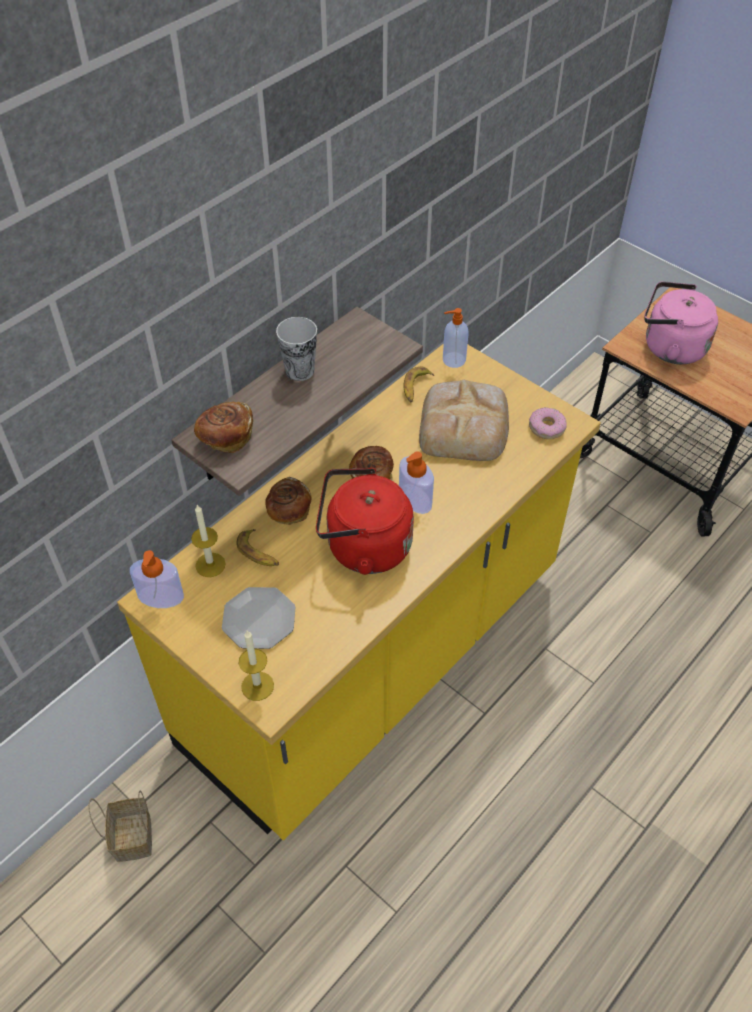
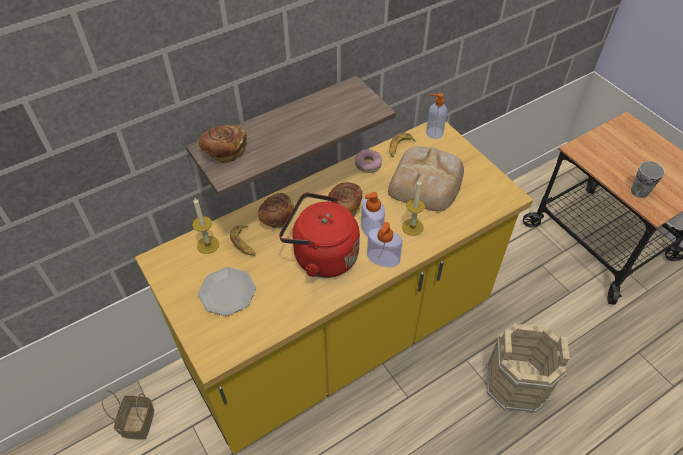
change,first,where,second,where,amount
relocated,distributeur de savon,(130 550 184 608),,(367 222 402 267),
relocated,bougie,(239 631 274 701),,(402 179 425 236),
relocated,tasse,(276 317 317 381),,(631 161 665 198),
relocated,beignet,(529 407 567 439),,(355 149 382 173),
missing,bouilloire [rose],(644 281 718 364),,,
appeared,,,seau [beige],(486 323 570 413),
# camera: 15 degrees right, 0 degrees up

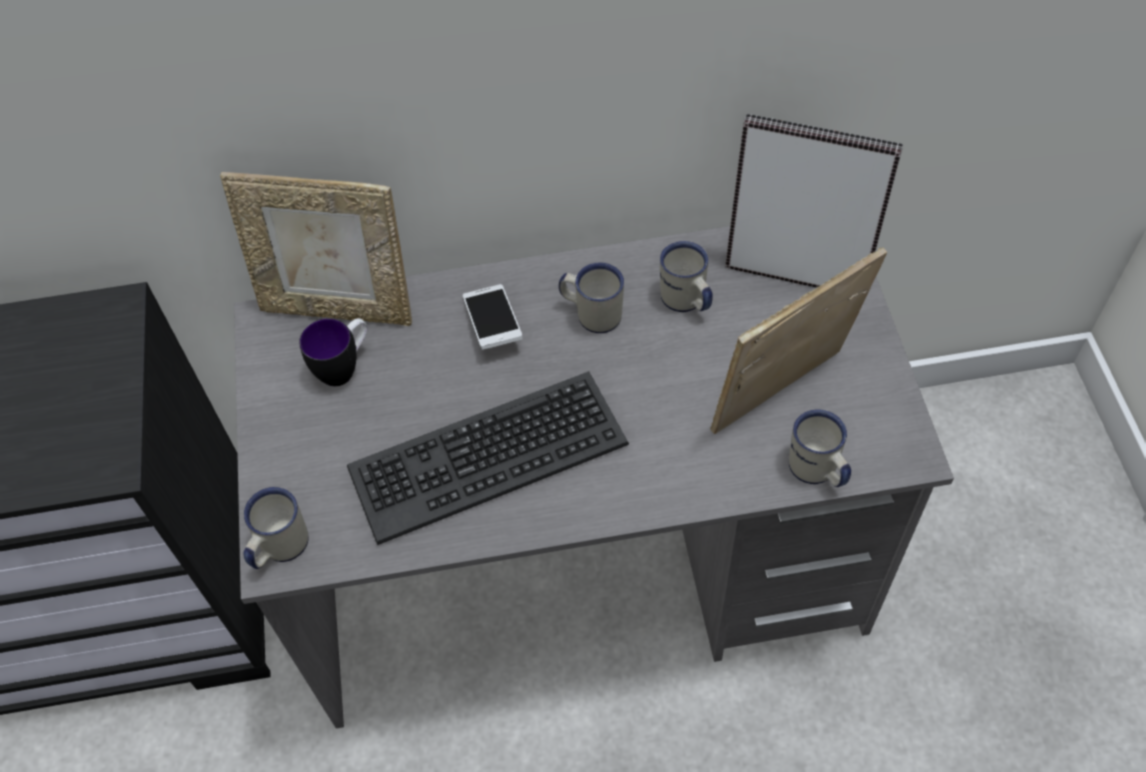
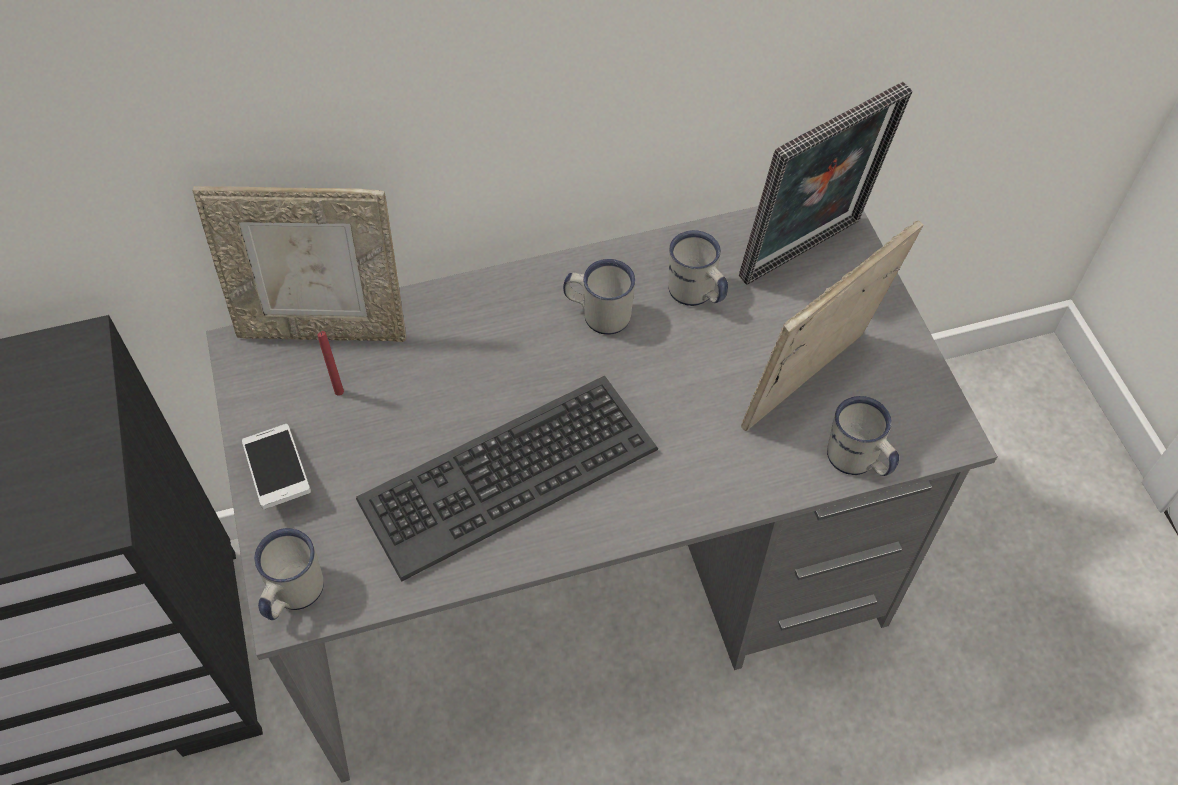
change,first,where,second,where,amount
exchanged,mug,(299 318 368 386),bougie [rouge],(317 331 344 396),
relocated,téléphone,(463 284 523 350),,(242 424 311 509),
spun,cadre photo,(725 114 903 288),,(739 82 912 285),135 degrees clockwise
# camera: 10 degrees left, 0 degrees up

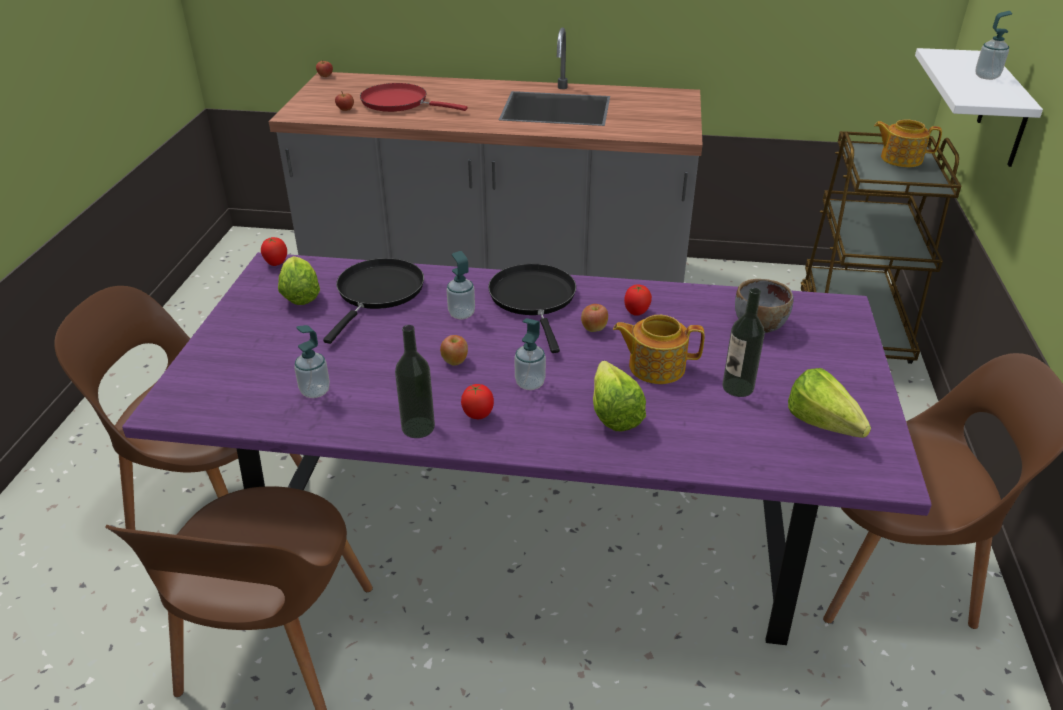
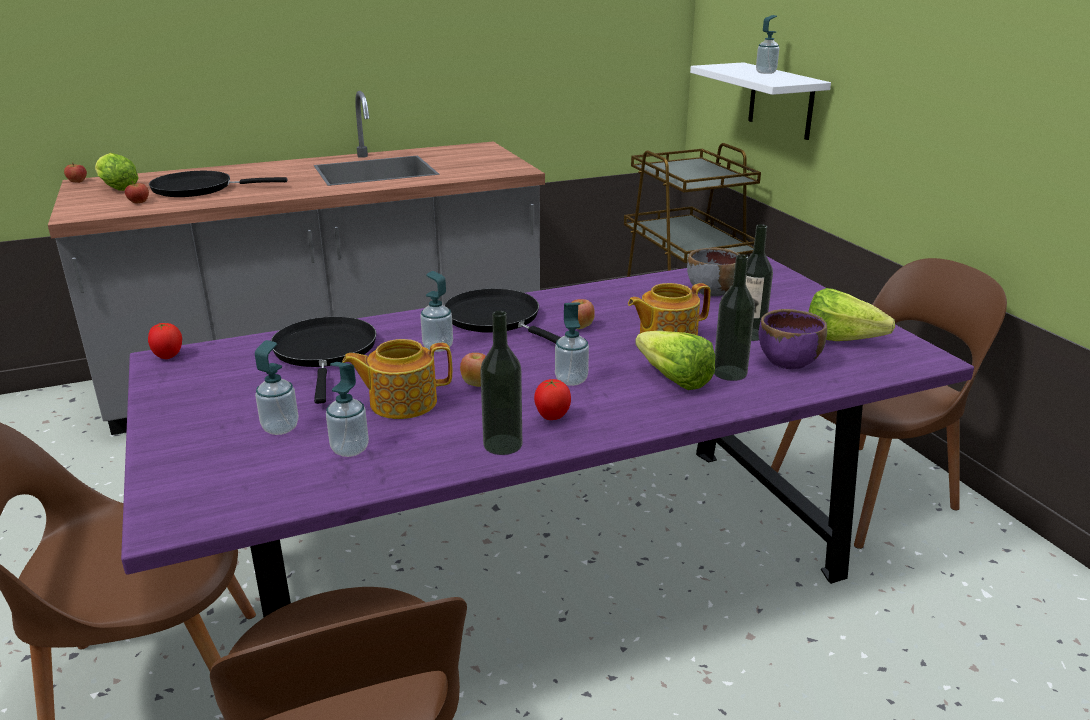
change,first,where,second,where,amount
relocated,laitue,(278 256 320 305),,(95 153 139 191),
colour,poêle [rouge],(360 83 468 112),poêle [noir],(149 171 288 197),
missing,tomate,(624 284 652 316),,,
relocated,théière,(874 119 942 167),,(342 339 452 419),
appeared,,,distributeur de savon,(255 340 298 435),
appeared,,,bouteille,(714 254 755 381),
appeared,,,bol [violet],(758 309 827 369),
# camera: 30 degrees left, 10 degrees down

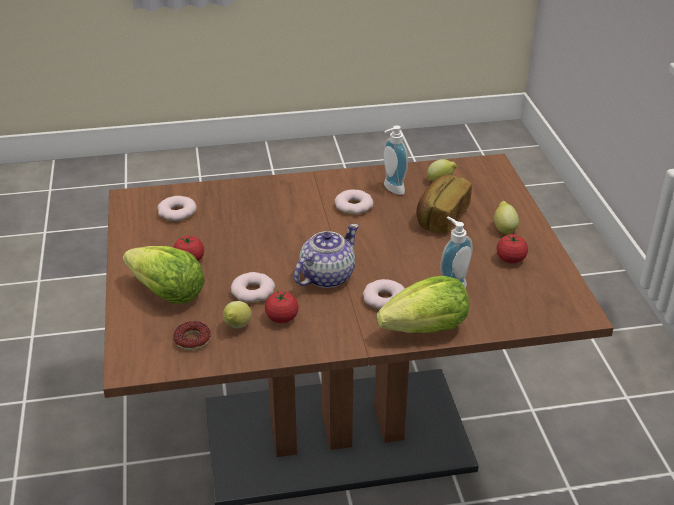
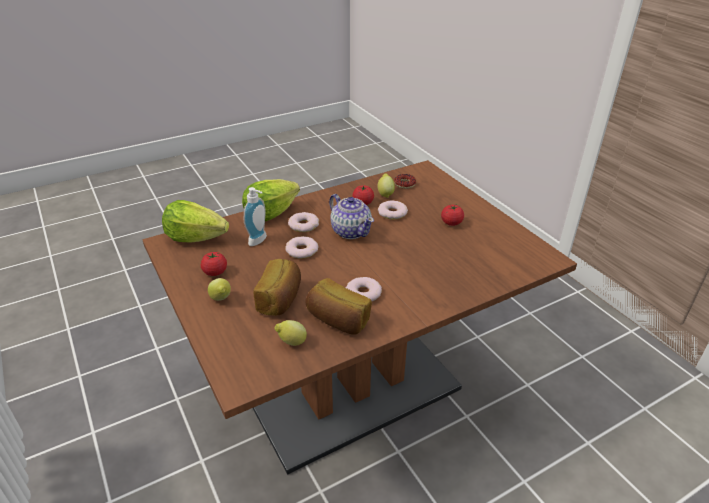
change,first,where,second,where,amount
relocated,laitue,(123 246 205 304),,(162 200 229 243),
relocated,beignet,(157 196 197 221),,(285 236 318 258),
spun,théière,(294 224 359 288),,(329 194 374 239),60 degrees counterclockwise
exchanged,distributeur de savon,(383 126 408 195),pain,(306 278 372 335),
# camera: 160 degrees right, 0 degrees up

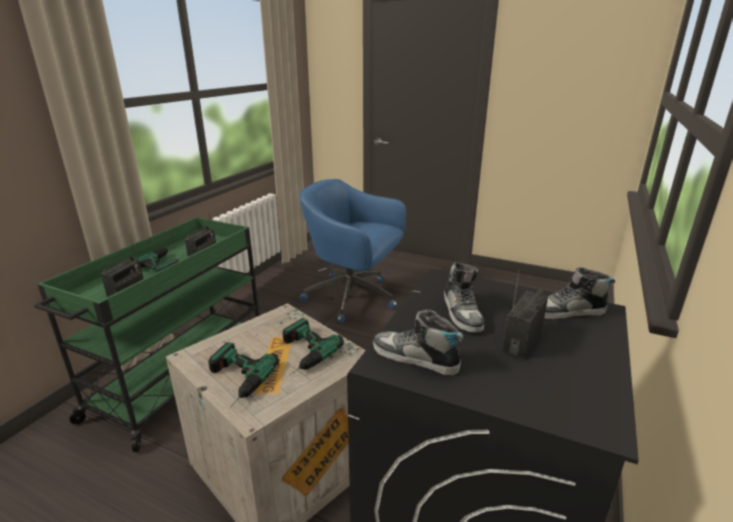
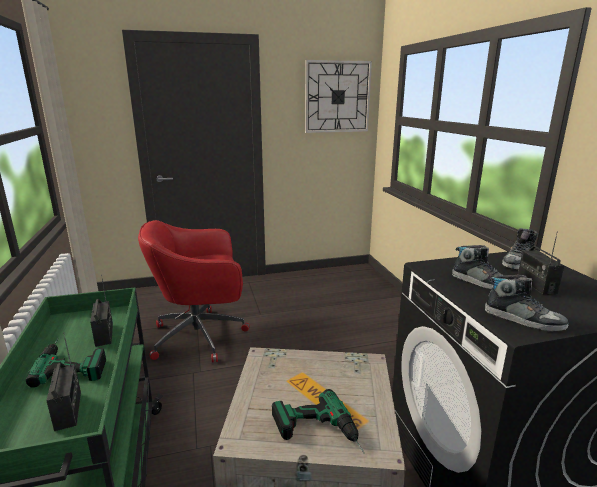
change,first,where,second,where,amount
missing,perceuse,(283 318 344 375),,,
colour,chaise de bureau [bleu],(299 179 406 323),chaise de bureau [rouge],(138 220 250 363),
spun,chaussure,(373 309 464 375),,(485 274 569 332),135 degrees counterclockwise
appeared,,,horloge murale,(305 60 372 133),
# camera: 40 degrees left, 5 degrees down

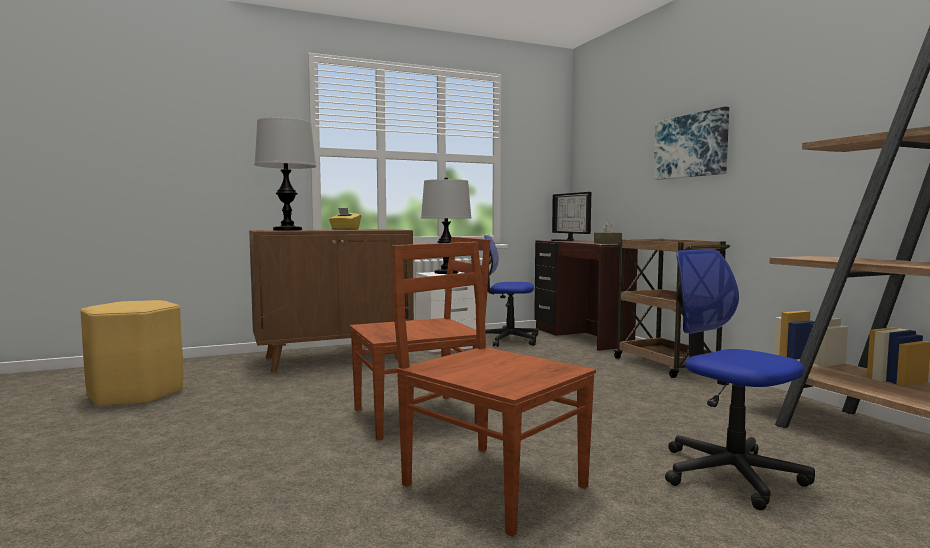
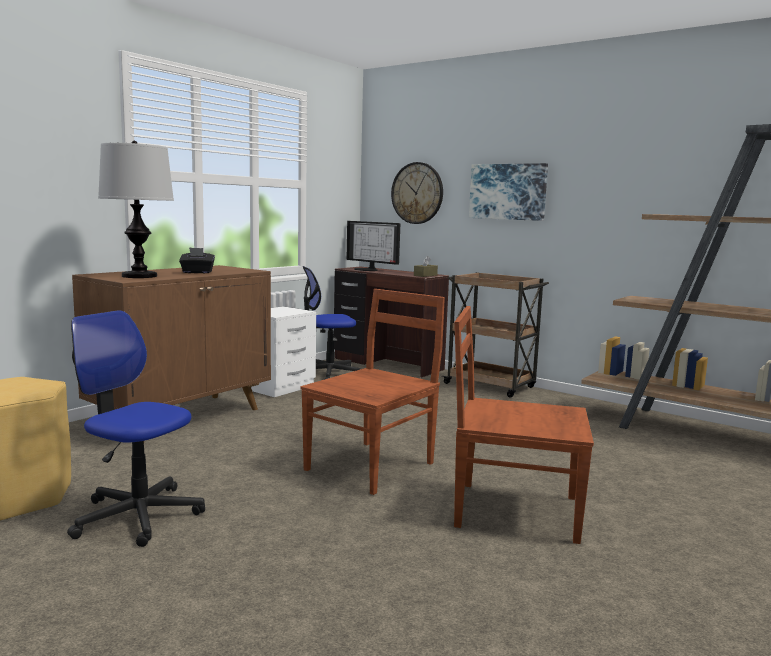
change,first,where,second,where,amount
colour,boîte à mouchoirs [jaune],(329 208 361 230),boîte à mouchoirs [noir],(179 247 215 273),
missing,lampe de table,(421 177 471 274),,,
relocated,chaise de bureau,(665 249 815 510),,(67 310 205 547),
appeared,,,horloge murale,(391 162 443 224),
# camera: 30 degrees left, 5 degrees up

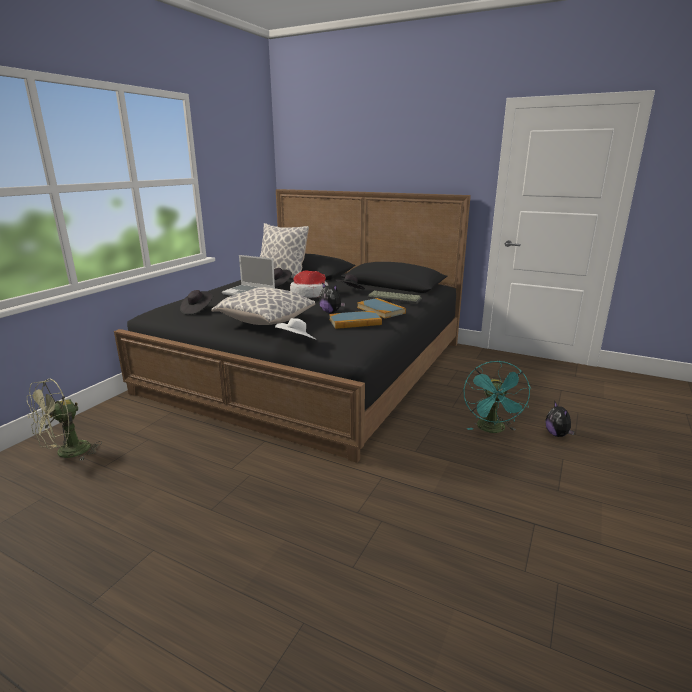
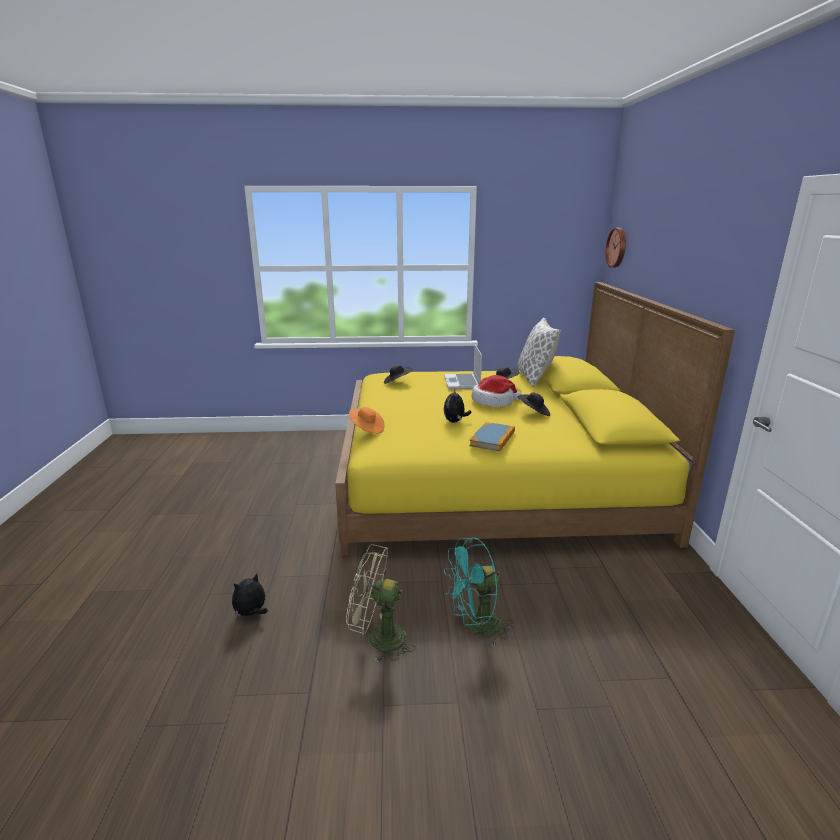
change,first,where,second,where,amount
relocated,ventilateur [vert],(27 379 102 461),,(346 544 416 662),
colour,lit [noir],(114 189 471 463),lit [jaune],(335 282 735 555),
missing,coussin,(211 287 315 325),,,
colour,chapeau [blanc],(275 318 316 339),chapeau [orange],(349 407 385 434),
missing,livre,(329 311 382 329),,,
missing,clavier,(367 291 422 304),,,
relocated,peluche,(546 402 575 437),,(232 573 268 618),
appeared,,,horloge murale,(605 228 626 268),
# camera: 60 degrees right, 0 degrees up

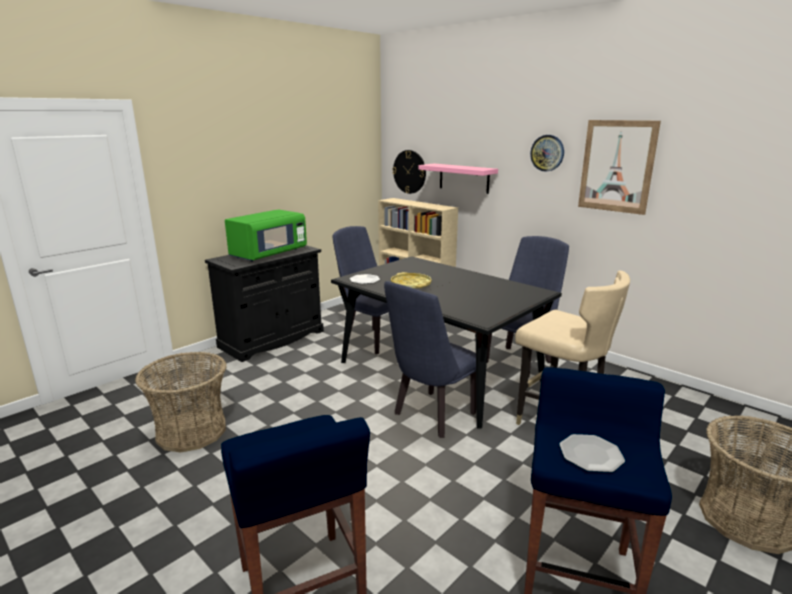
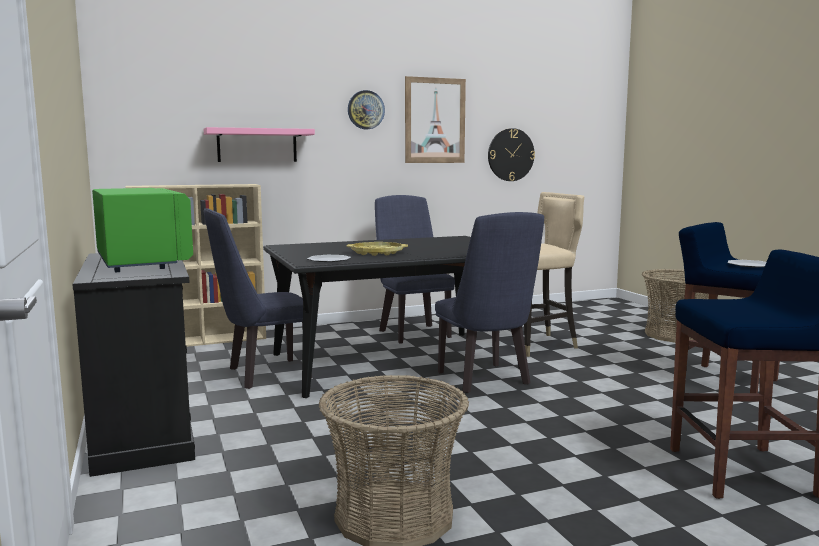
change,first,where,second,where,amount
relocated,horloge murale,(392 150 426 194),,(488 128 535 181),
# camera: 65 degrees left, 10 degrees down

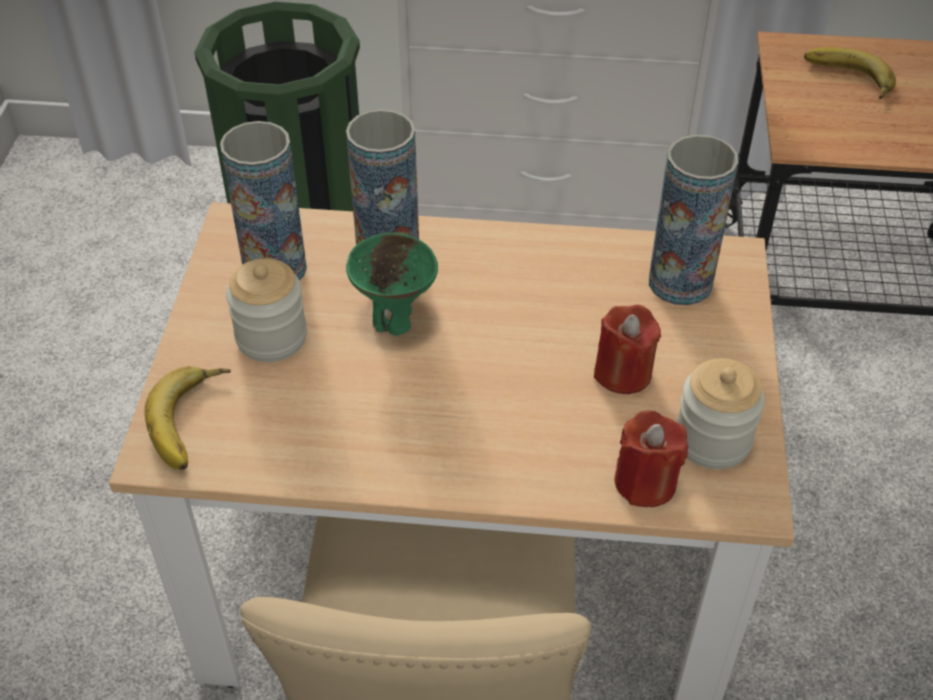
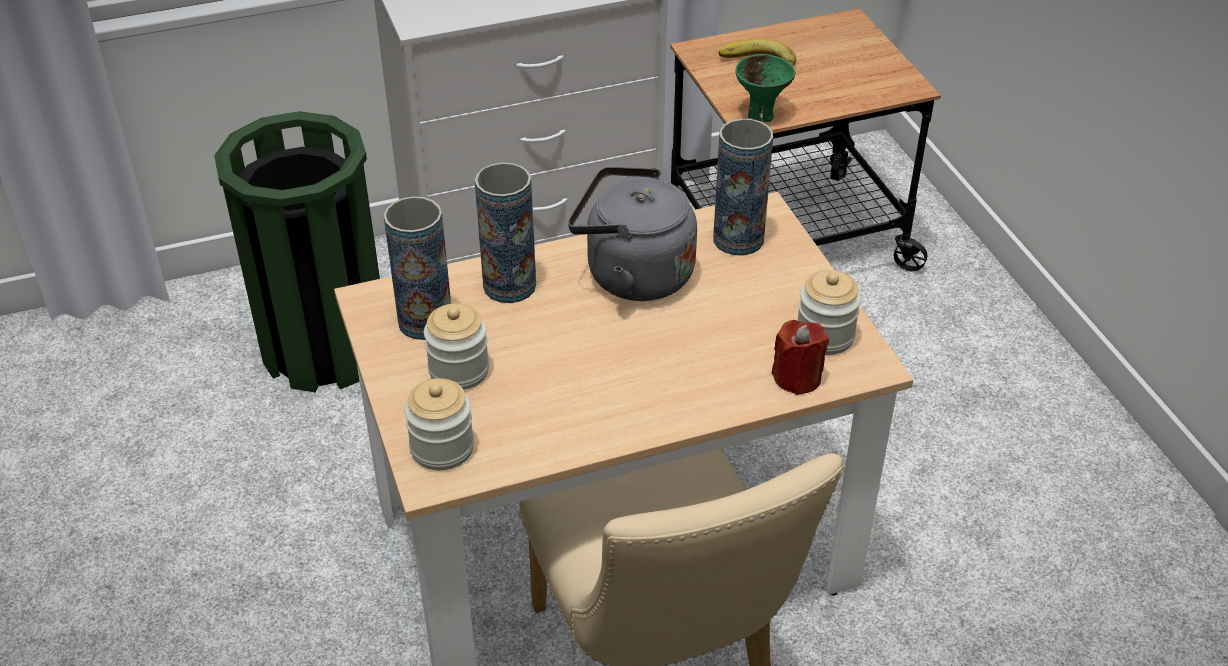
change,first,where,second,where,amount
exchanged,banane,(145 366 231 470),bocal,(404 378 474 470),
relocated,bol [vert],(346 233 438 336),,(735 54 796 122),
missing,bougie [rouge],(594 305 661 394),,,
appeared,,,bouilloire [gris],(568 167 697 301),
# camera: 25 degrees left, 5 degrees down

